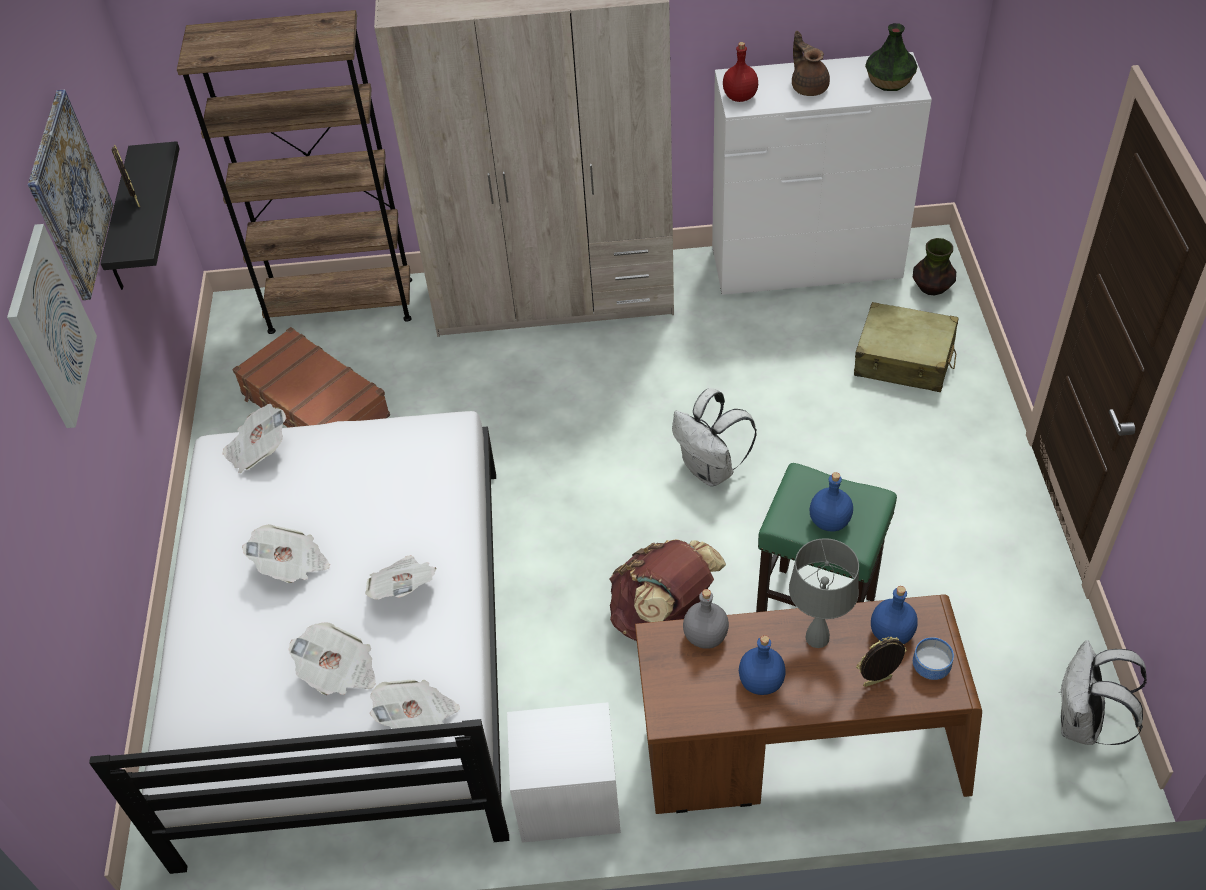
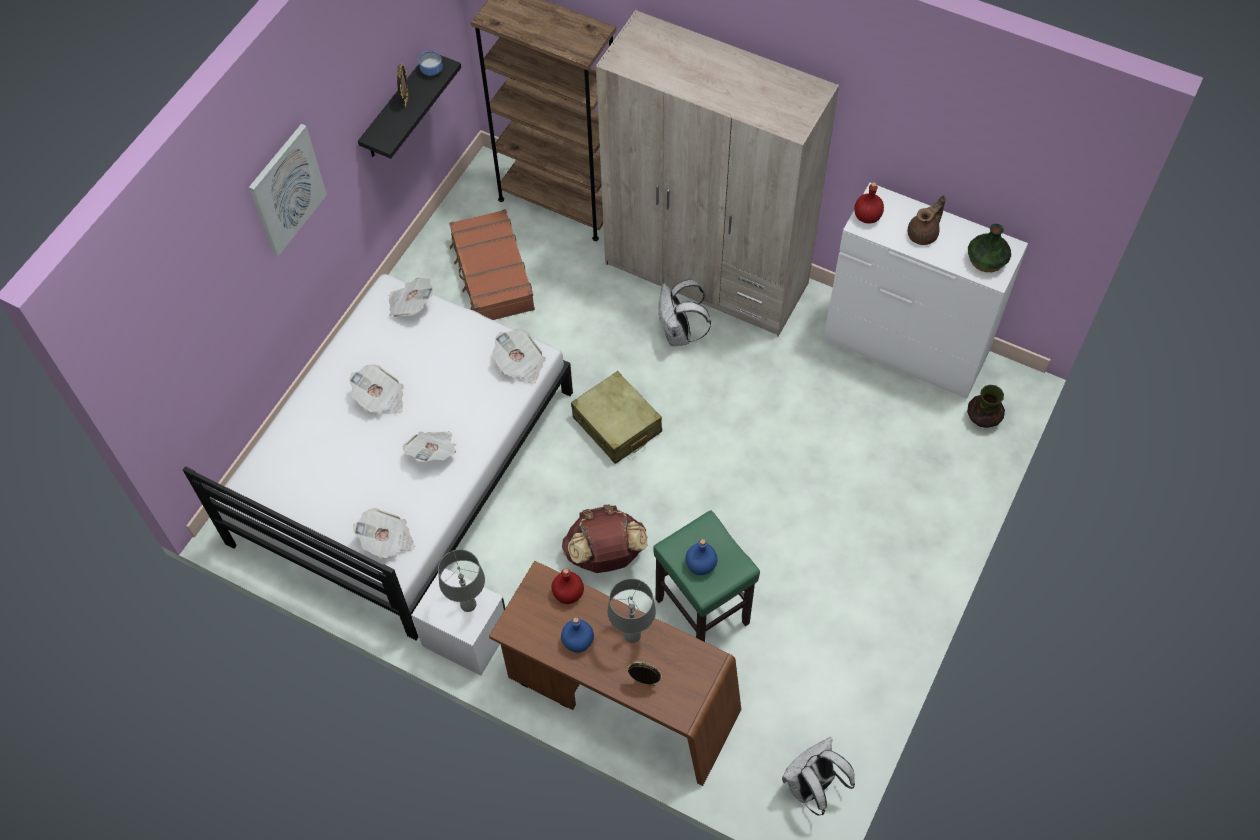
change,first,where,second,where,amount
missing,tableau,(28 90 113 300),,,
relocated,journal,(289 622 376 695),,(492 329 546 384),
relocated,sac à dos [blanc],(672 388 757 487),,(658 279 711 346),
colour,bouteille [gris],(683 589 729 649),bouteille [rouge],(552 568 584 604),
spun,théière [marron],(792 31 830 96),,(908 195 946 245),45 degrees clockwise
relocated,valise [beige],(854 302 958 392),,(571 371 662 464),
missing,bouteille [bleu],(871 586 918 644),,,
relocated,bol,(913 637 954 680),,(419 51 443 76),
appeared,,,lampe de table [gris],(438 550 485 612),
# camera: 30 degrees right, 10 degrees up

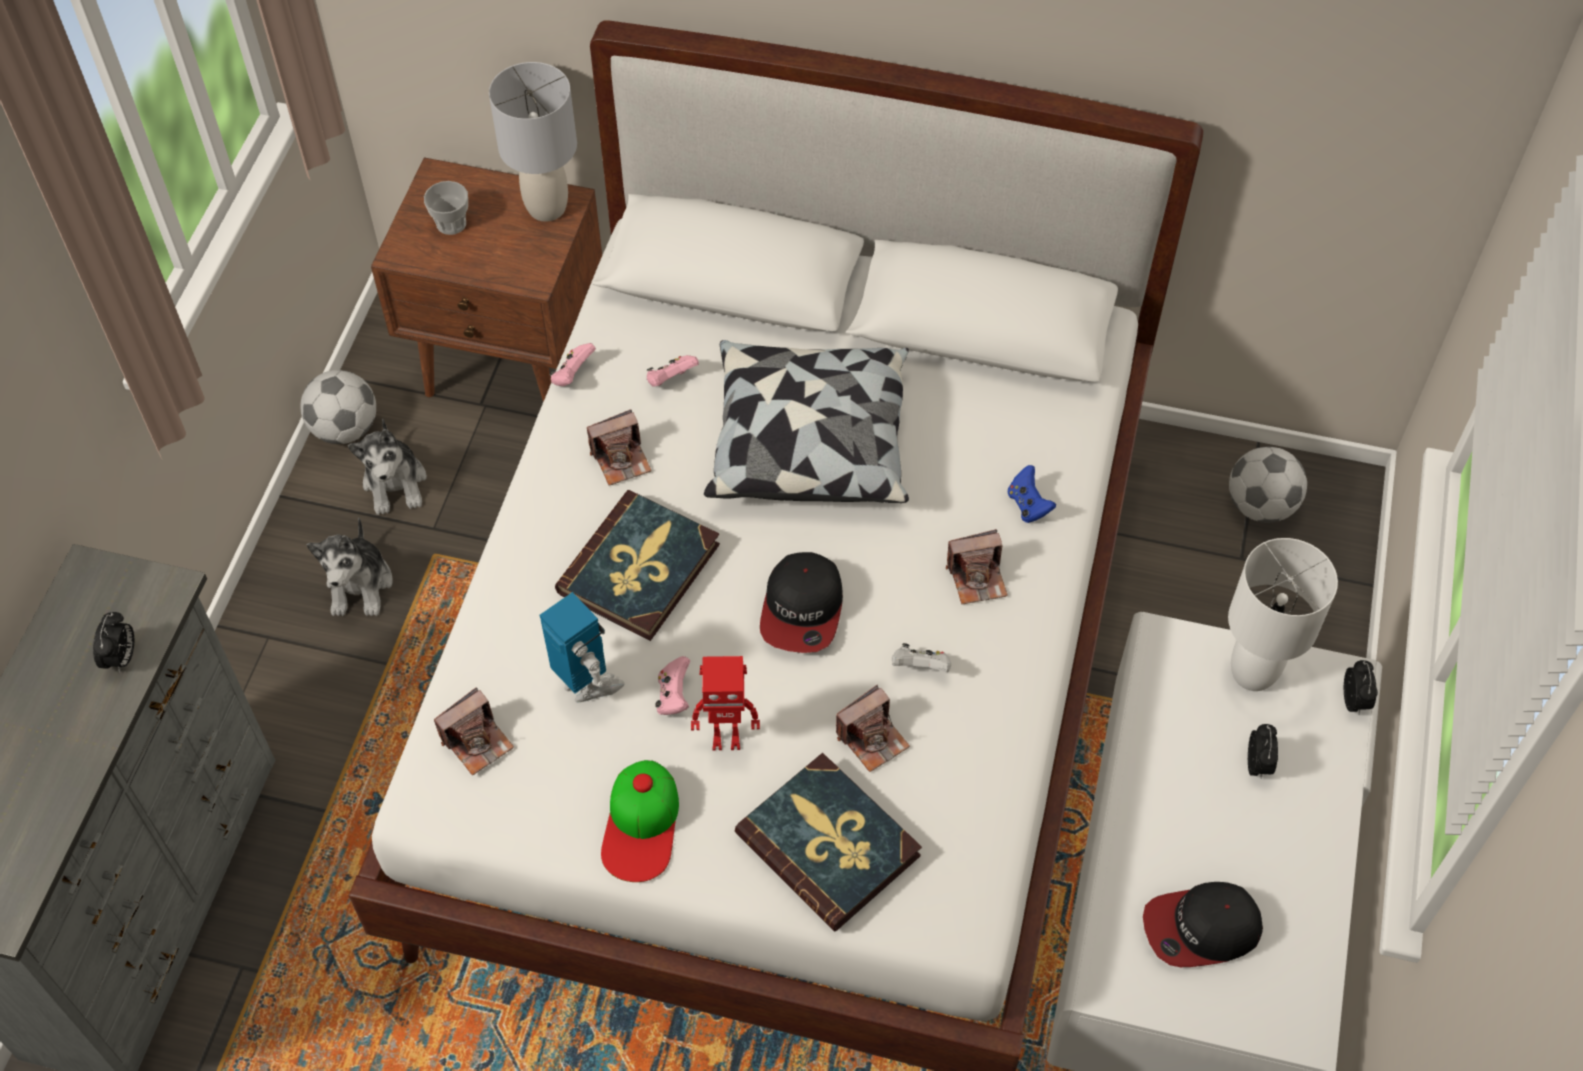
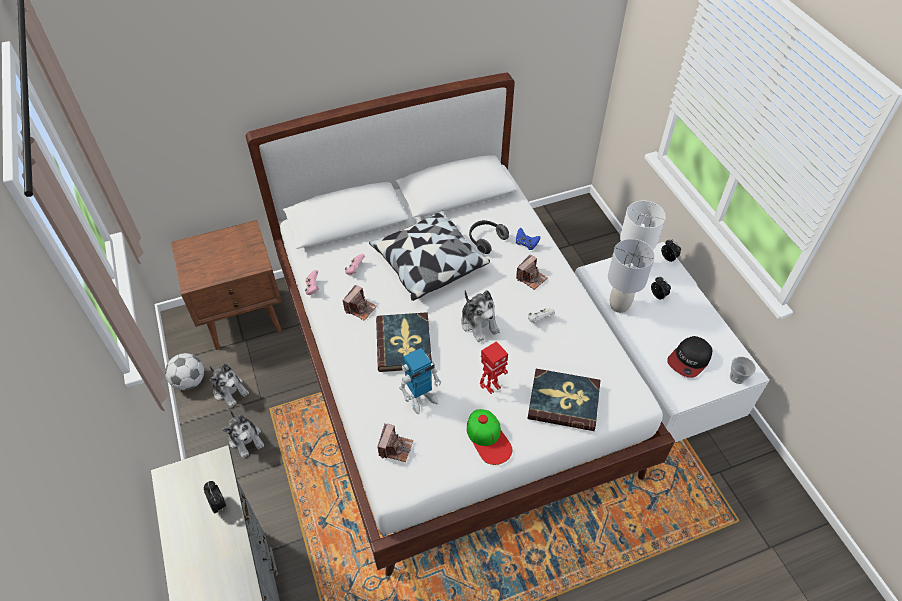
change,first,where,second,where,amount
relocated,tasse,(424 181 468 235),,(730 357 756 384),
relocated,lampe de table [gris],(489 62 577 222),,(608 239 655 313),
spun,robot jouet,(540 592 625 702),,(400 348 441 414),135 degrees clockwise
missing,manette [rose],(655 656 690 715),,,
exchanged,casquette,(760 552 843 653),peluche,(461 290 500 342),
missing,appareil photo,(836 685 910 772),,,
missing,ballon de foot,(1229 447 1307 523),,,
appeared,,,casque audio,(469 220 509 254),
# camera: 35 degrees left, 5 degrees down

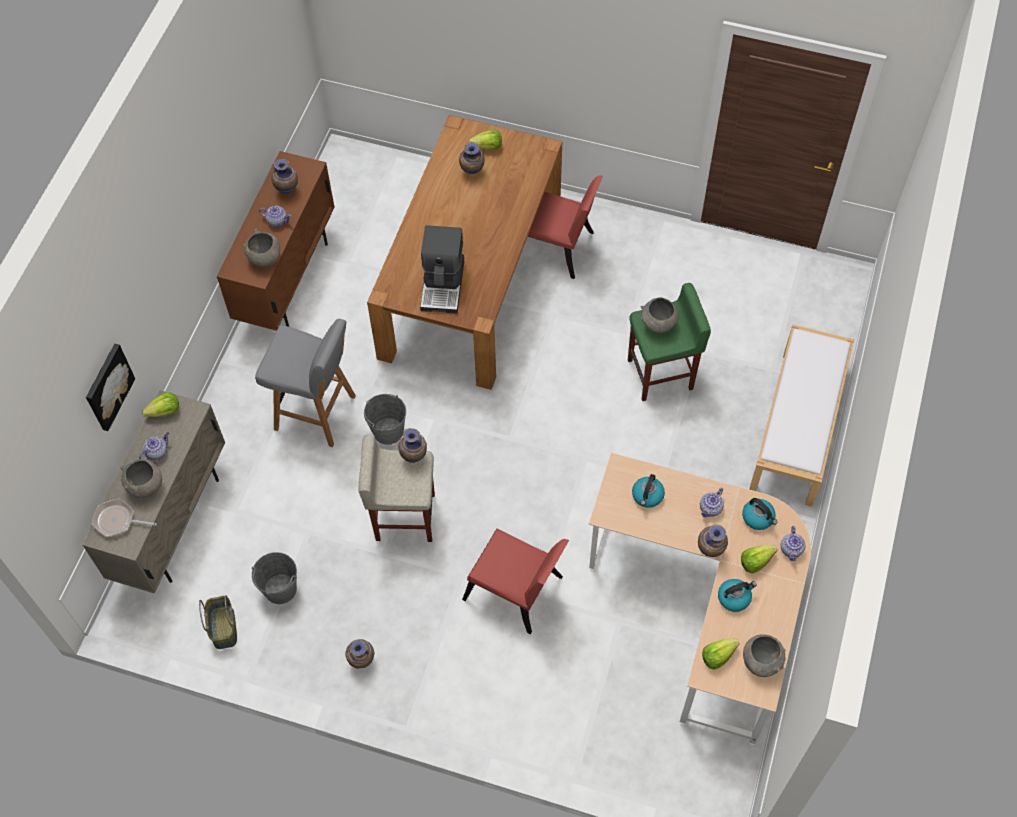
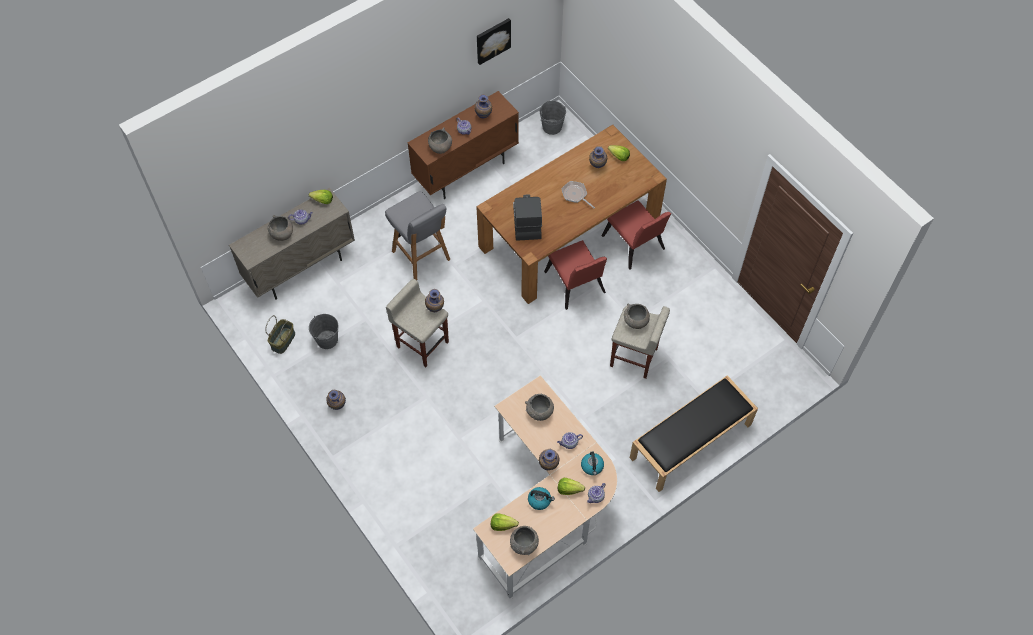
change,first,where,second,where,amount
relocated,tableau,(86 344 135 431),,(477 18 511 65),
relocated,poêle,(92 499 157 537),,(561 181 595 208),
relocated,seau [gris],(364 394 406 445),,(540 101 566 135),
spun,machine à café,(420 225 464 314),,(513 194 542 241),135 degrees clockwise
relocated,chaise [rouge],(462 529 569 634),,(544 240 607 310),
colour,tabouret [vert],(628 283 711 401),tabouret [beige],(610 306 670 379),
exchanged,bouilloire,(632 474 665 508),bol [gris],(525 394 554 421),
colour,banc [blanc],(749 325 854 507),banc [noir],(630 375 758 492),
# camera: 35 degrees right, 0 degrees up

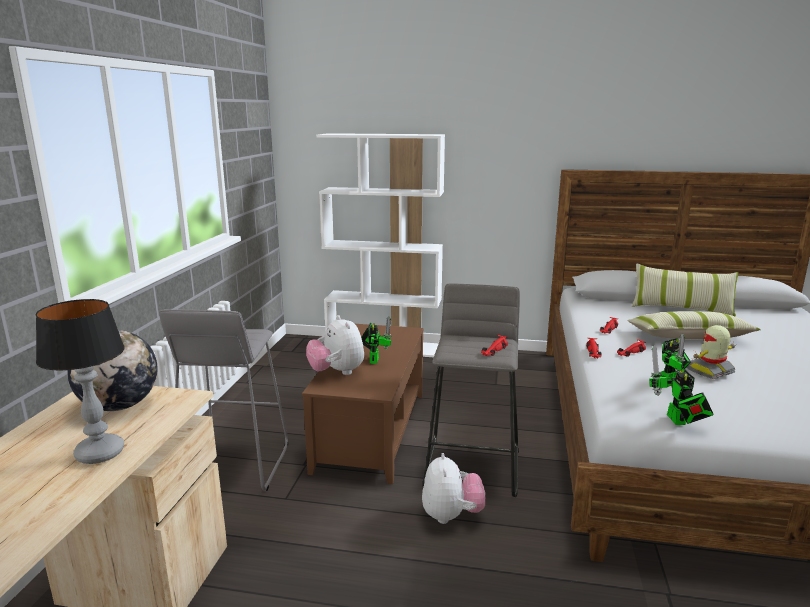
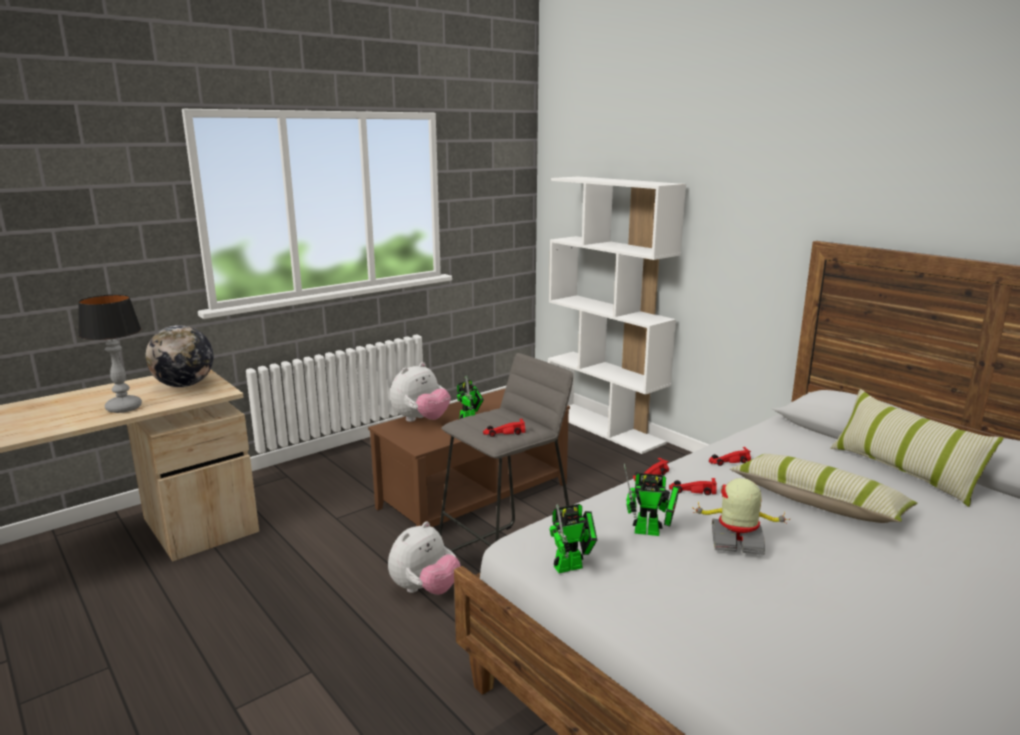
change,first,where,second,where,amount
missing,tabouret [gris],(159 309 288 491),,,
spun,peluche,(306 315 364 375),,(390 362 451 422),150 degrees counterclockwise
spun,robot jouet,(649 345 714 425),,(549 504 597 573),150 degrees counterclockwise
# camera: 40 degrees right, 0 degrees up

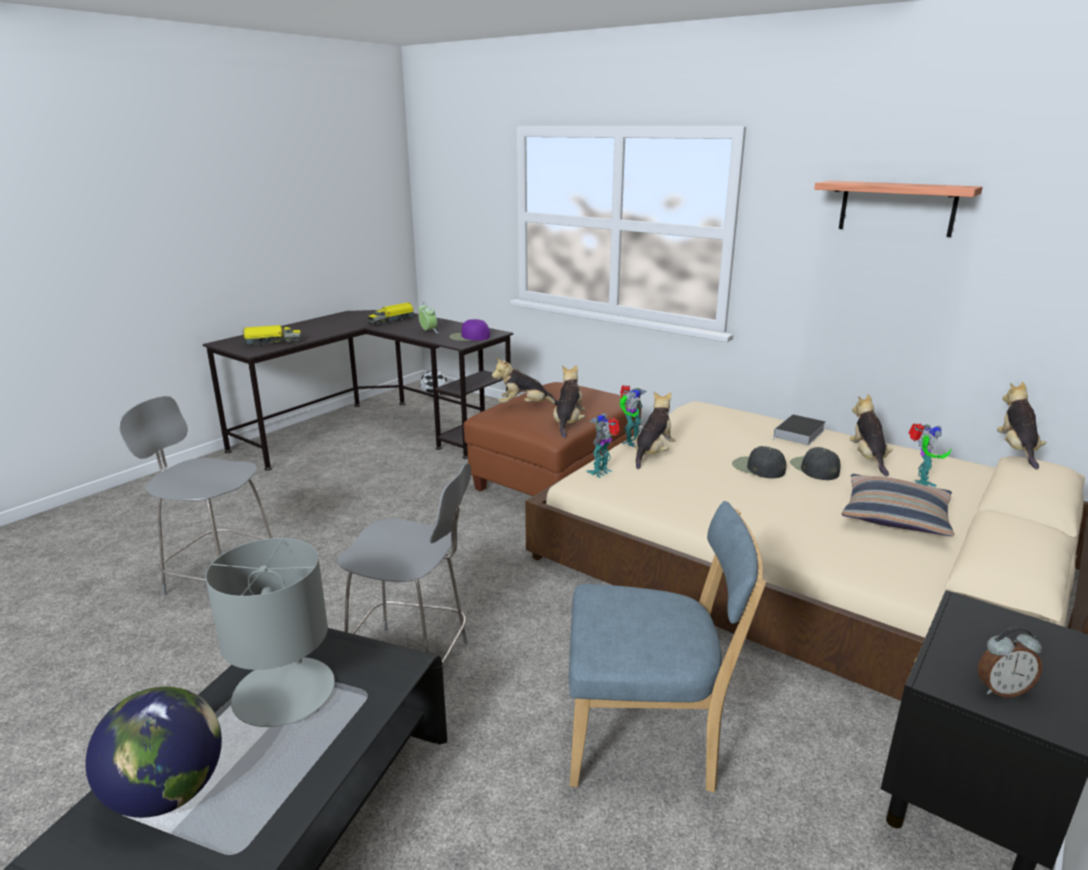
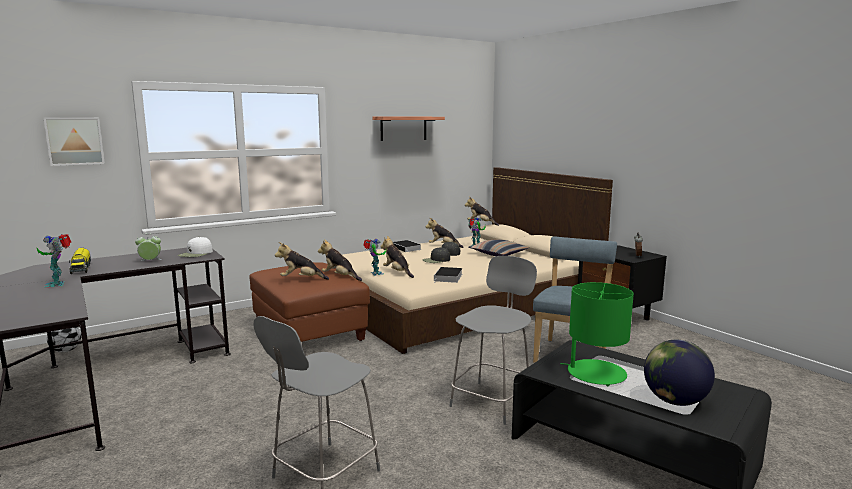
change,first,where,second,where,amount
colour,lampe de table [gris],(205 538 335 727),lampe de table [vert],(560 282 634 386),
missing,camion jouet,(242 325 302 346),,,
colour,casquette [violet],(450 319 490 341),casquette [blanc],(178 237 213 257),
spun,peluche,(492 358 559 405),,(275 242 329 280),75 degrees clockwise
relocated,robot jouet,(586 413 620 478),,(37 234 71 288),
appeared,,,tableau,(44 118 105 166),
appeared,,,livre,(434 267 463 283),
# camera: 70 degrees left, 10 degrees down

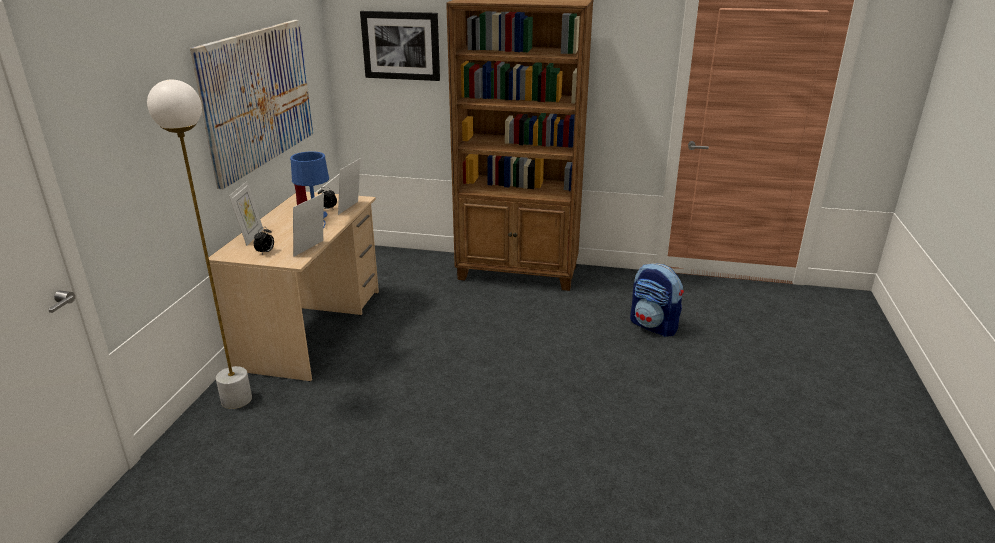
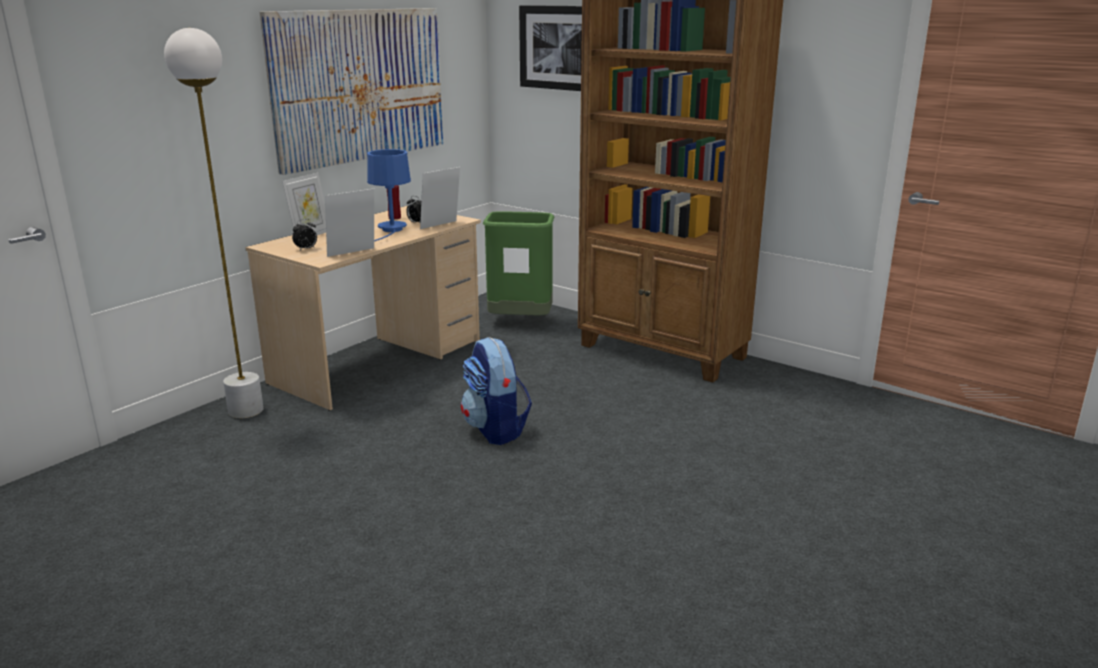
change,first,where,second,where,amount
relocated,sac à dos,(630 263 684 337),,(461 337 532 445),
appeared,,,poubelle [vert],(483 211 554 315),
# camera: 25 degrees right, 5 degrees down

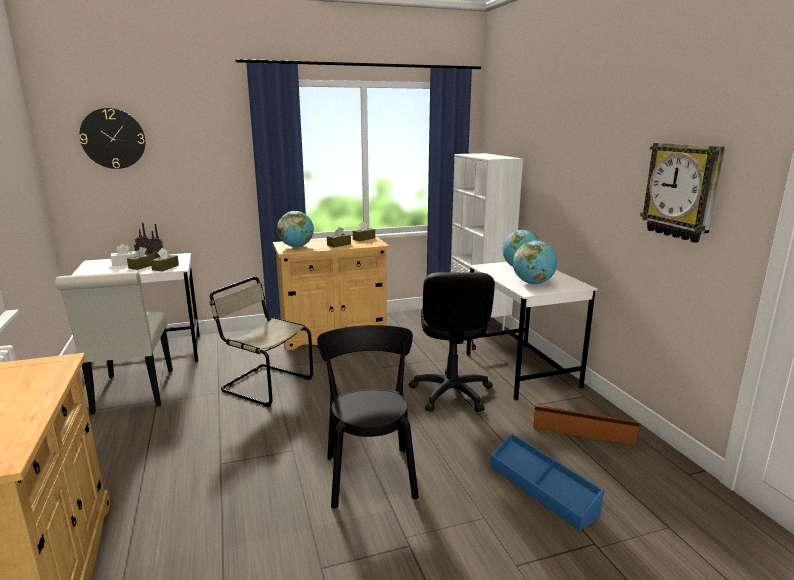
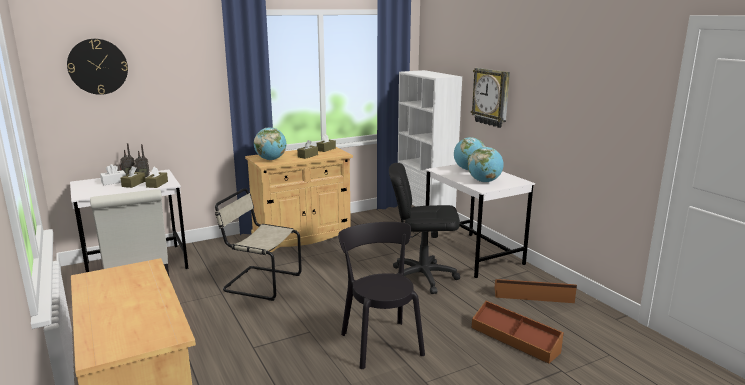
change,first,where,second,where,amount
spun,chaise de bureau [noir],(409 272 495 412),,(389 163 460 294),105 degrees clockwise
colour,boîte de rangement [bleu],(490 433 604 531),boîte de rangement [marron],(472 301 564 364),
relocated,horloge murale,(640 143 725 243),,(471 68 510 128),
# camera: 10 degrees left, 0 degrees up

